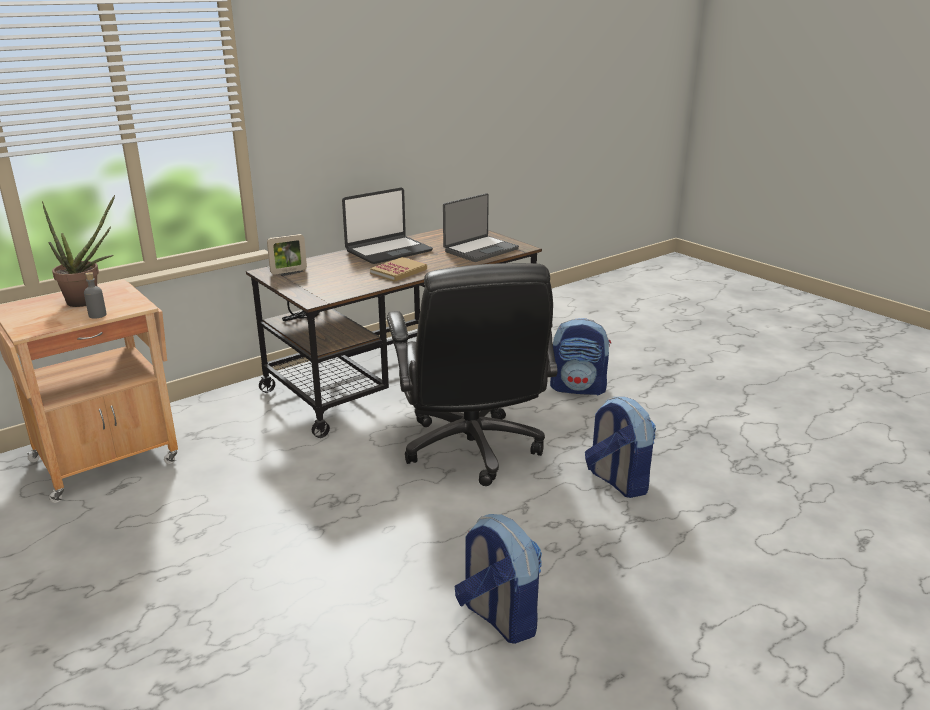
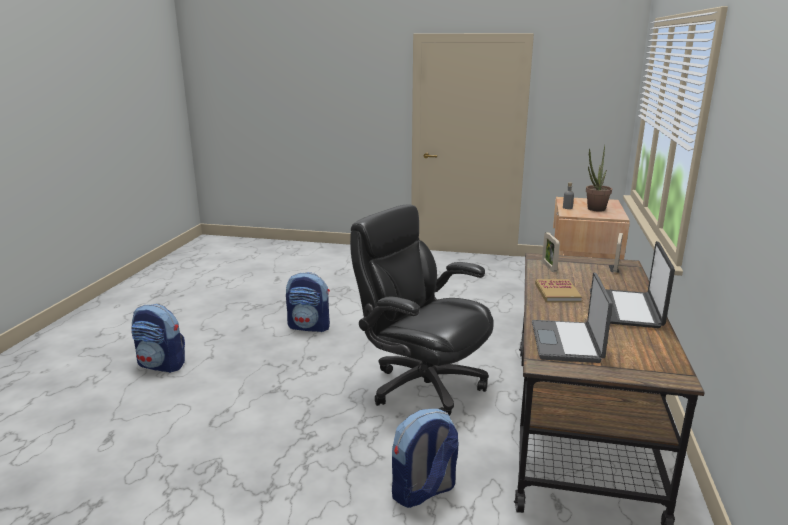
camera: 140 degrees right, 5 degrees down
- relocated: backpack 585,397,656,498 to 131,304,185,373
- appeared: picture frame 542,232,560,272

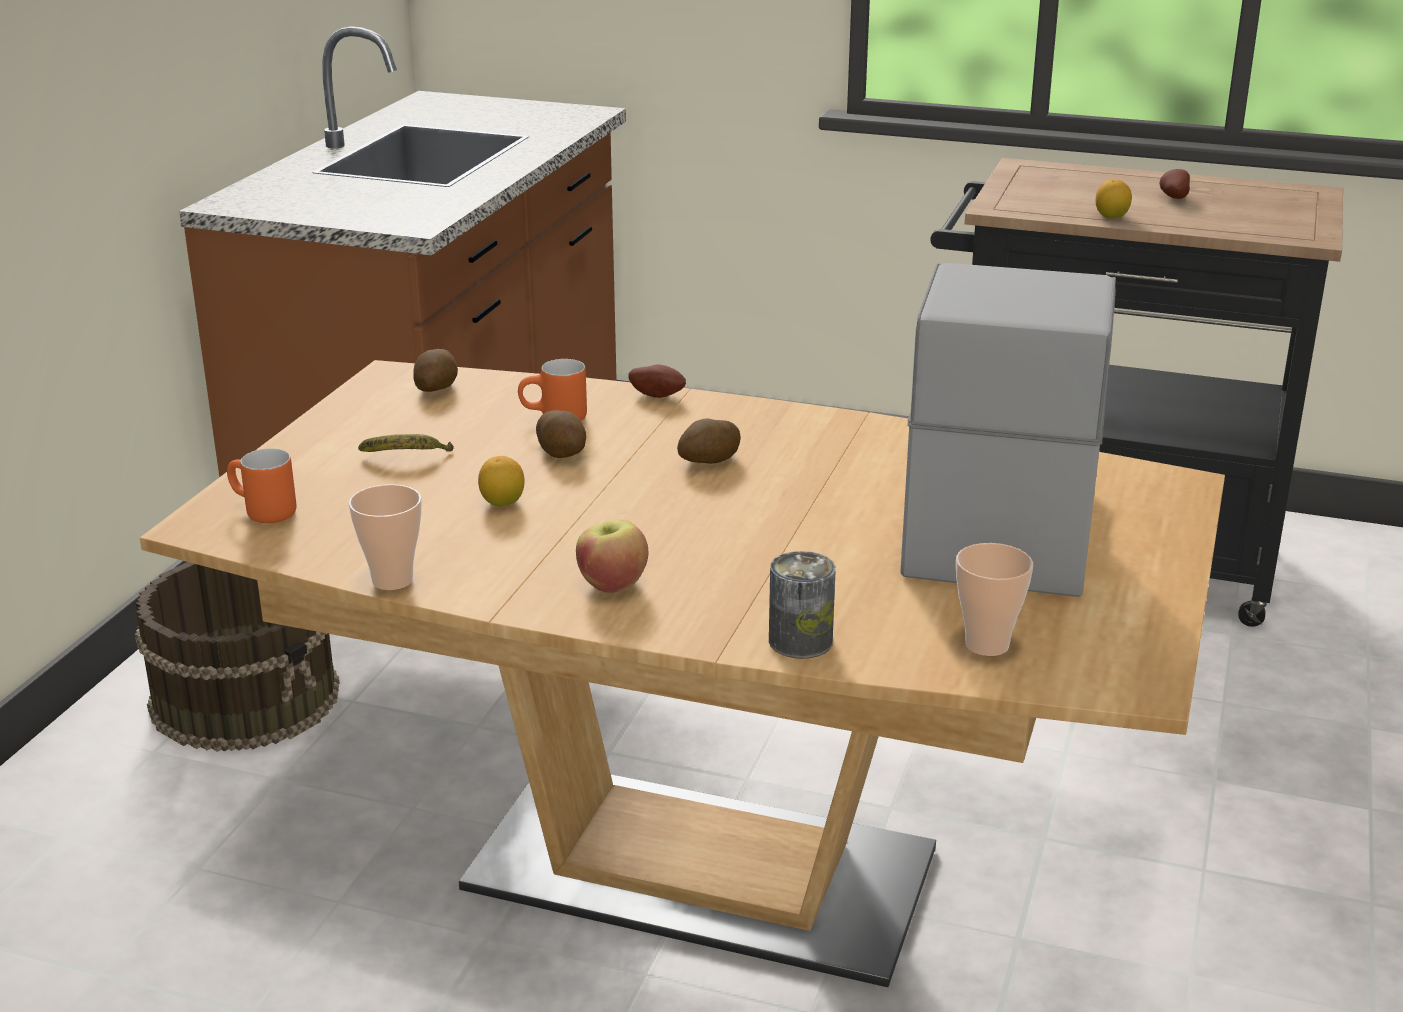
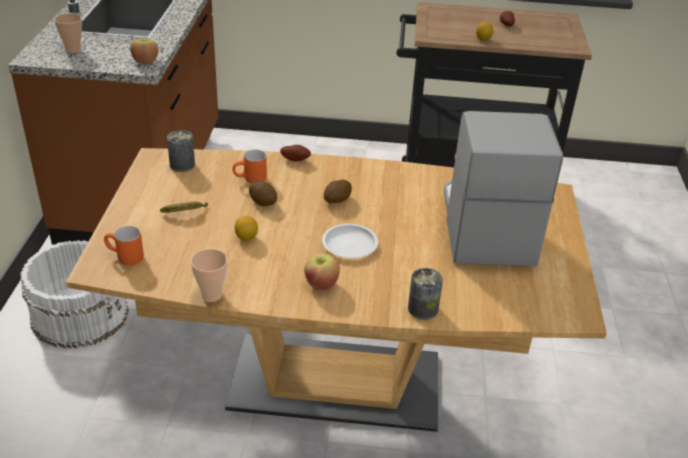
camera: 15 degrees left, 10 degrees up
- colour: bucket (brown) 135,562,340,752 to bucket (white) 20,240,129,349
- relocated: cup 956,543,1033,656 to 54,13,82,53
- appeared: apple 130,38,159,65
- exchanged: potato 413,349,458,392 to can 167,130,195,172
- appeared: plate (white) 322,224,378,258

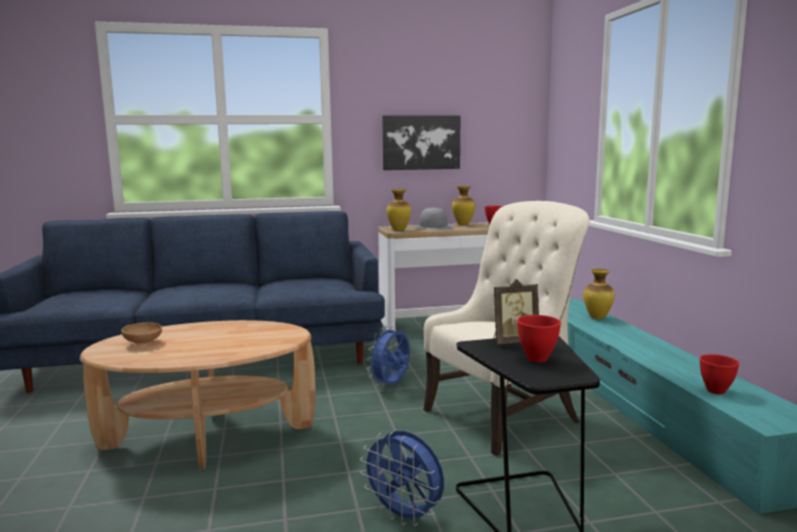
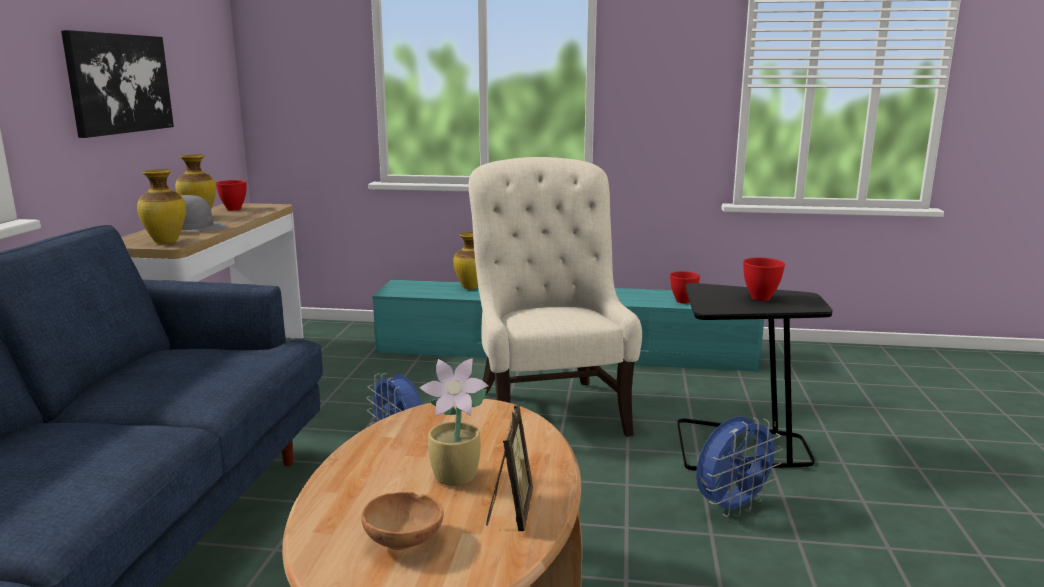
camera: 70 degrees left, 5 degrees up
- appeared: potted plant 419,359,489,486
- relocated: picture frame 494,279,539,344 to 486,405,533,531

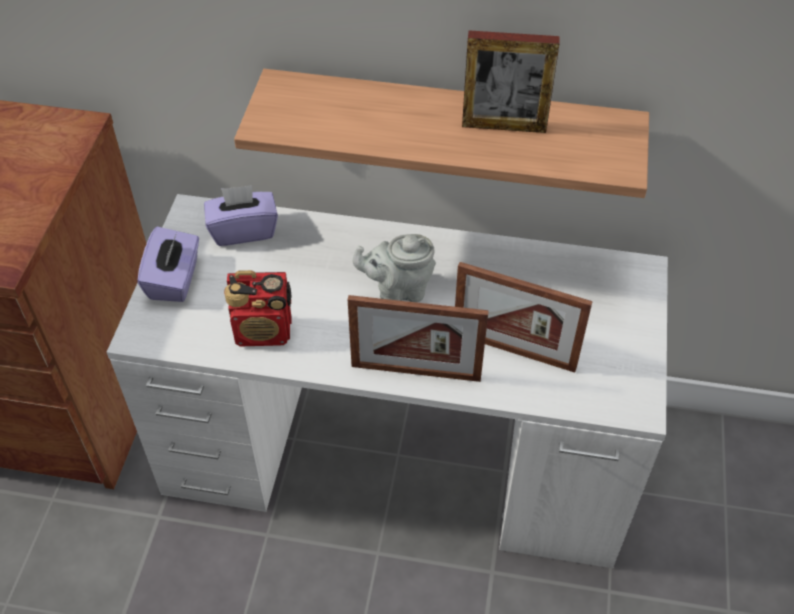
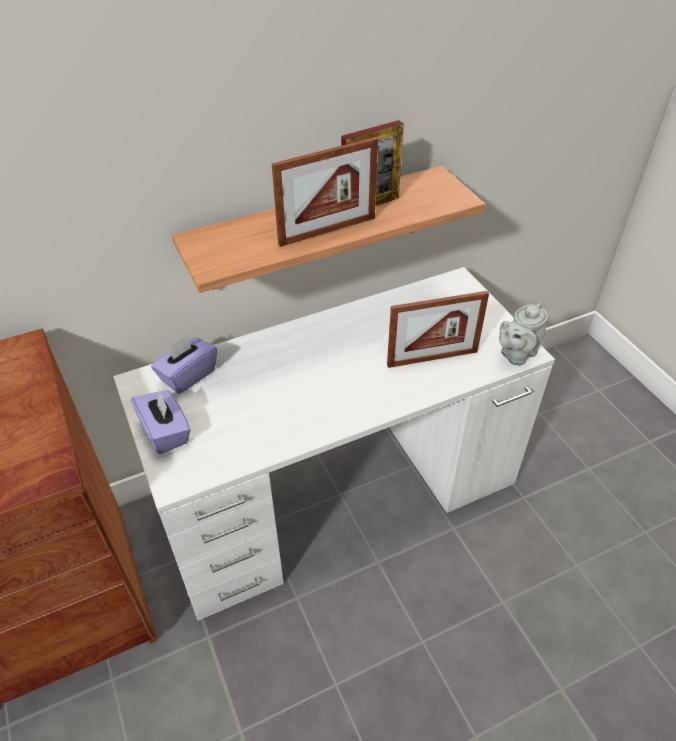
camera: 35 degrees left, 5 degrees down
- relocated: picture frame 348,295,489,382 to 272,137,378,247
- relocated: teapot (grey) 352,234,436,302 to 499,303,548,365
- missing: radio 224,270,292,347

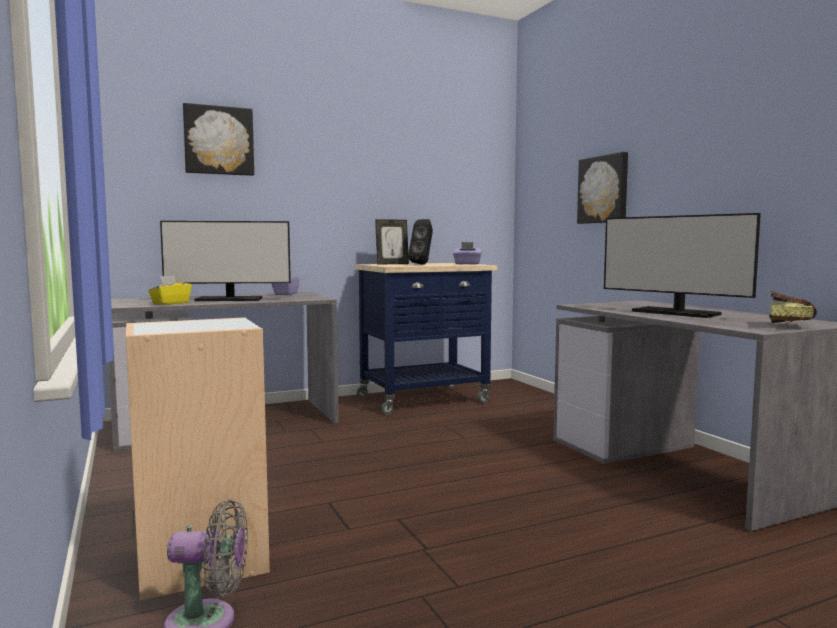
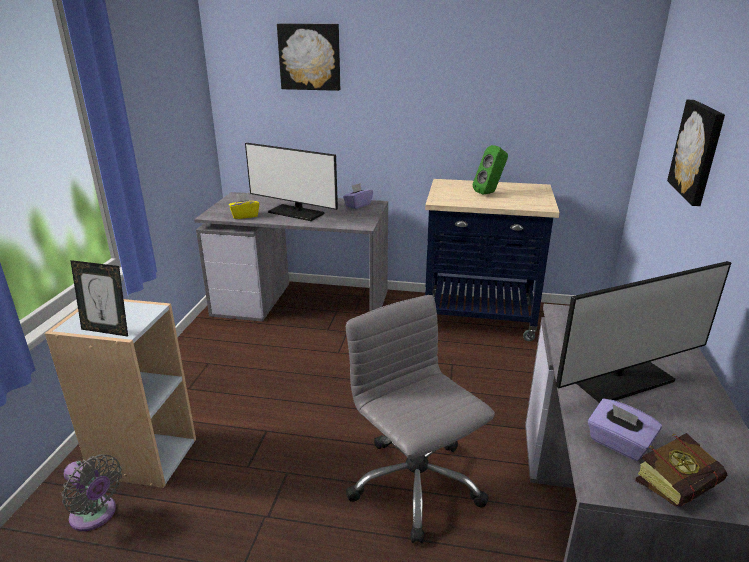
camera: 35 degrees right, 20 degrees up
- relocated: picture frame 375,219,409,265 to 70,260,128,337
- appeared: office chair (grey) 346,295,495,543
- colour: speaker (black) 408,219,433,265 to speaker (green) 473,145,508,194
- spun: monitor 604,213,761,318 = 556,261,731,403 105 degrees counterclockwise
- relocated: tissue box (purple) 453,242,482,265 to 588,399,662,461

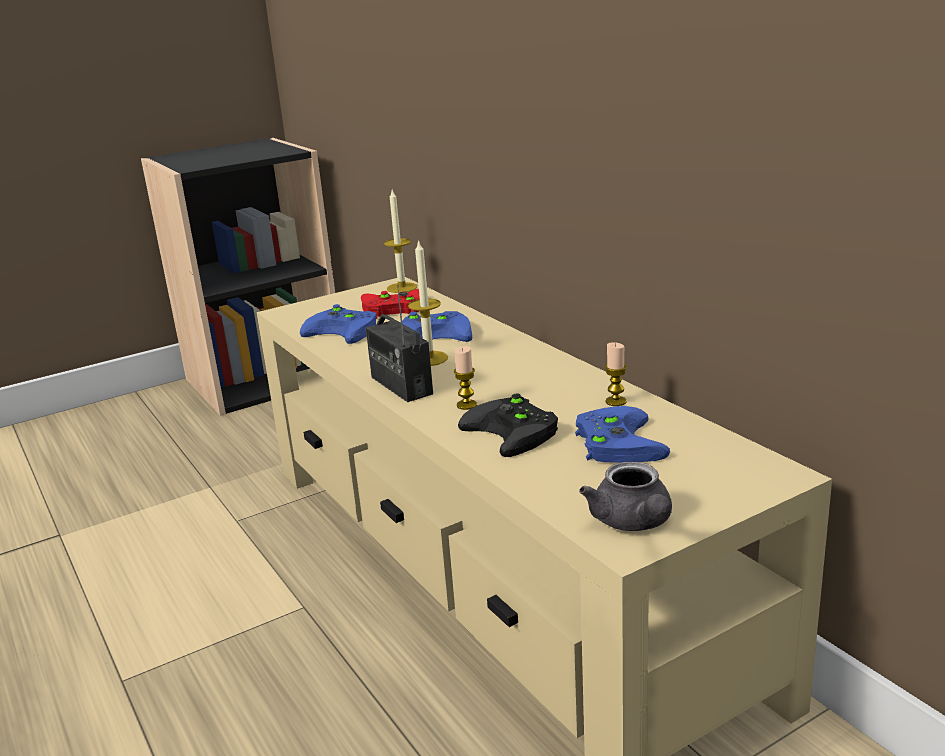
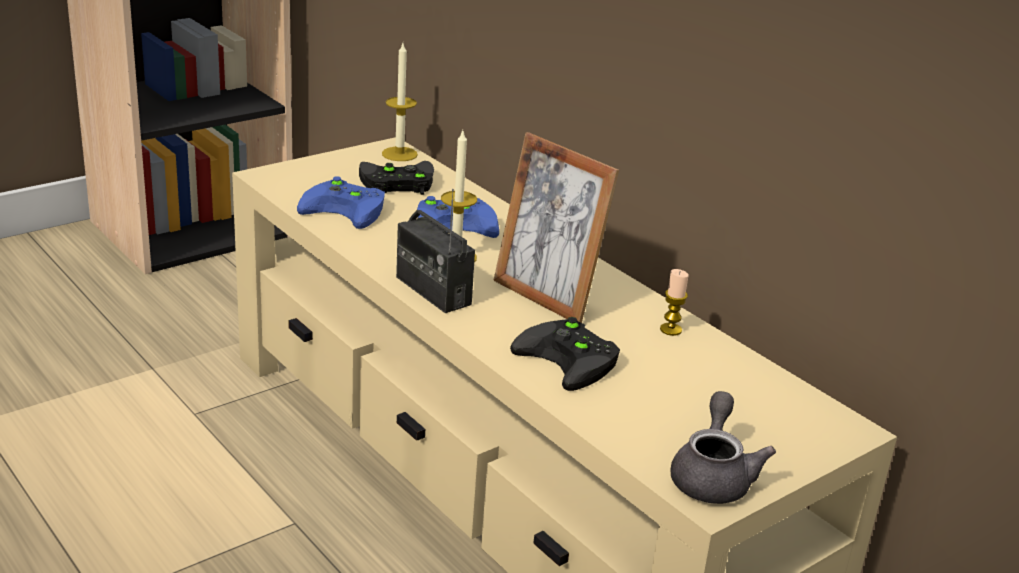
camera: 10 degrees left, 5 degrees up
- colour: game controller (red) 361,289,420,319 to game controller (black) 359,161,434,195
- appeared: picture frame 494,132,620,323
- spun: teapot (grey) 579,462,672,531 = 670,391,776,504 150 degrees counterclockwise
- missing: candle 454,346,477,410
- missing: game controller (blue) 575,406,670,463

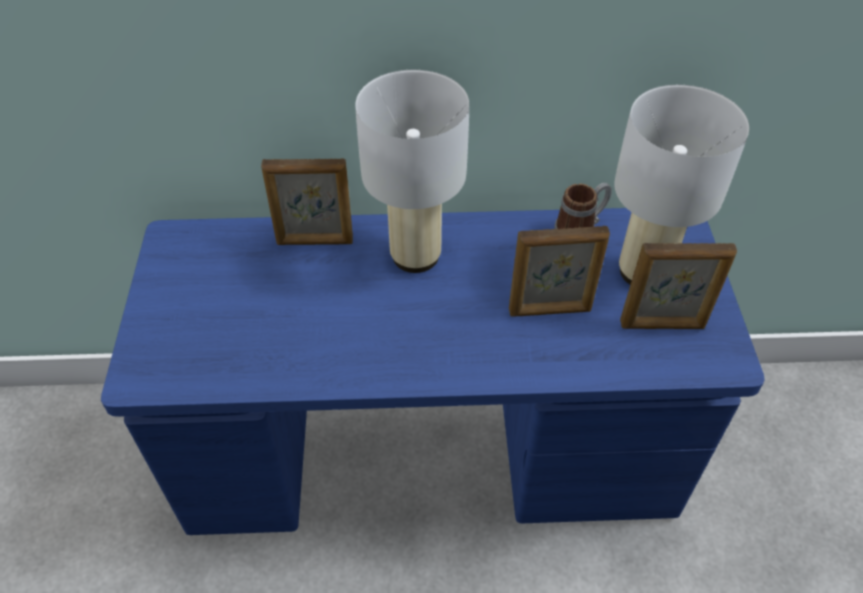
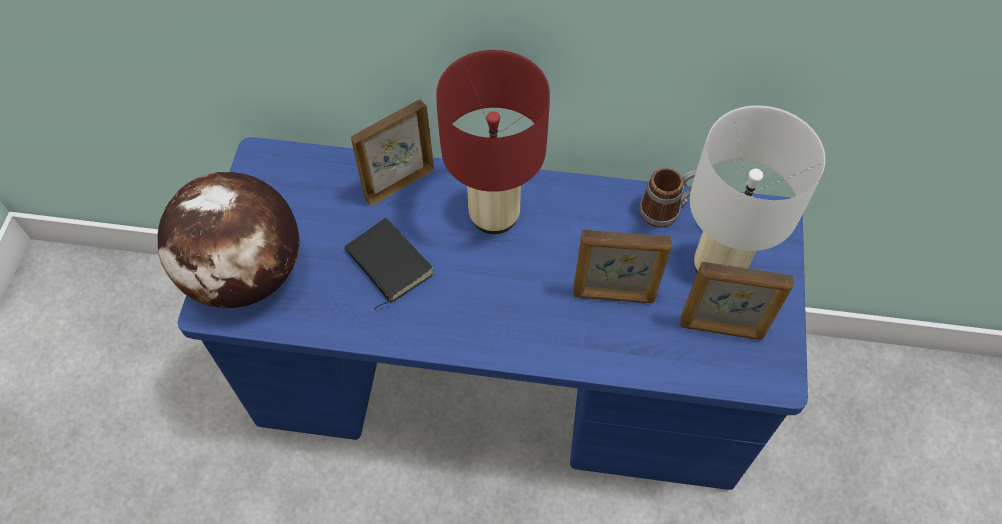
camera: 10 degrees right, 10 degrees up
- appeared: globe 158,172,300,309
- appeared: book (black) 345,218,434,310
- spun: picture frame 261,159,353,245 = 351,100,434,206 135 degrees clockwise
- colour: table lamp (white) 355,70,469,273 to table lamp (red) 436,50,550,234

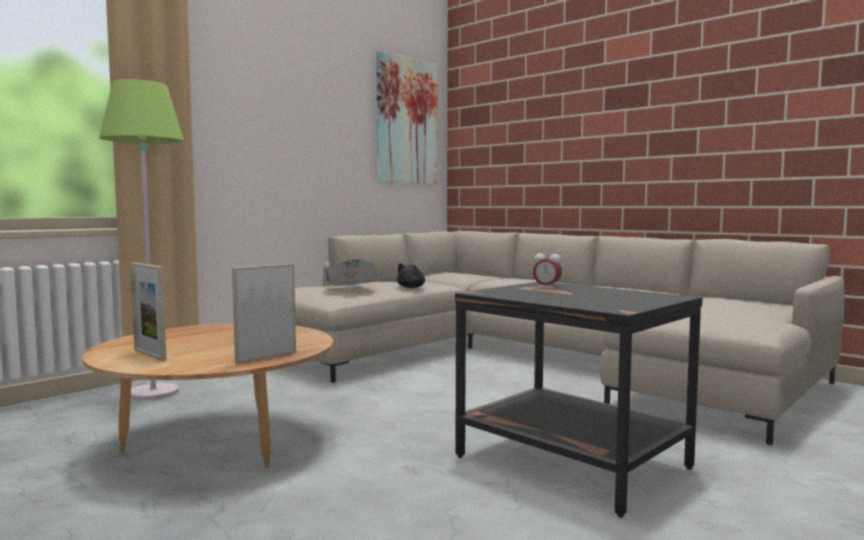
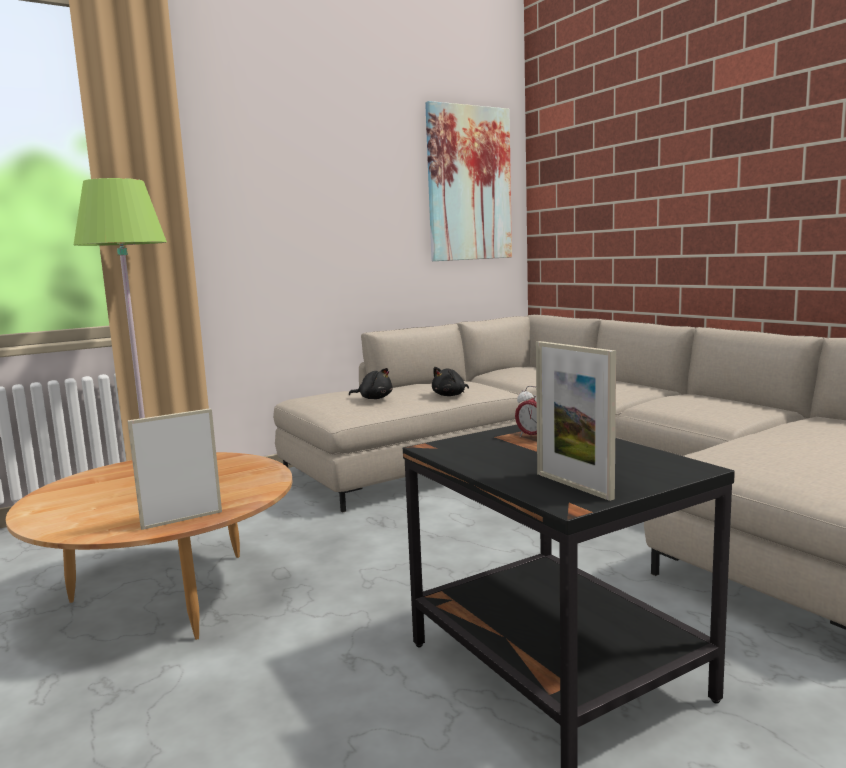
camera: 15 degrees right, 5 degrees up
- exchanged: newspaper 324,259,377,286 to plush toy (black) 349,368,393,399
- relocated: picture frame 131,263,167,361 to 536,341,616,501

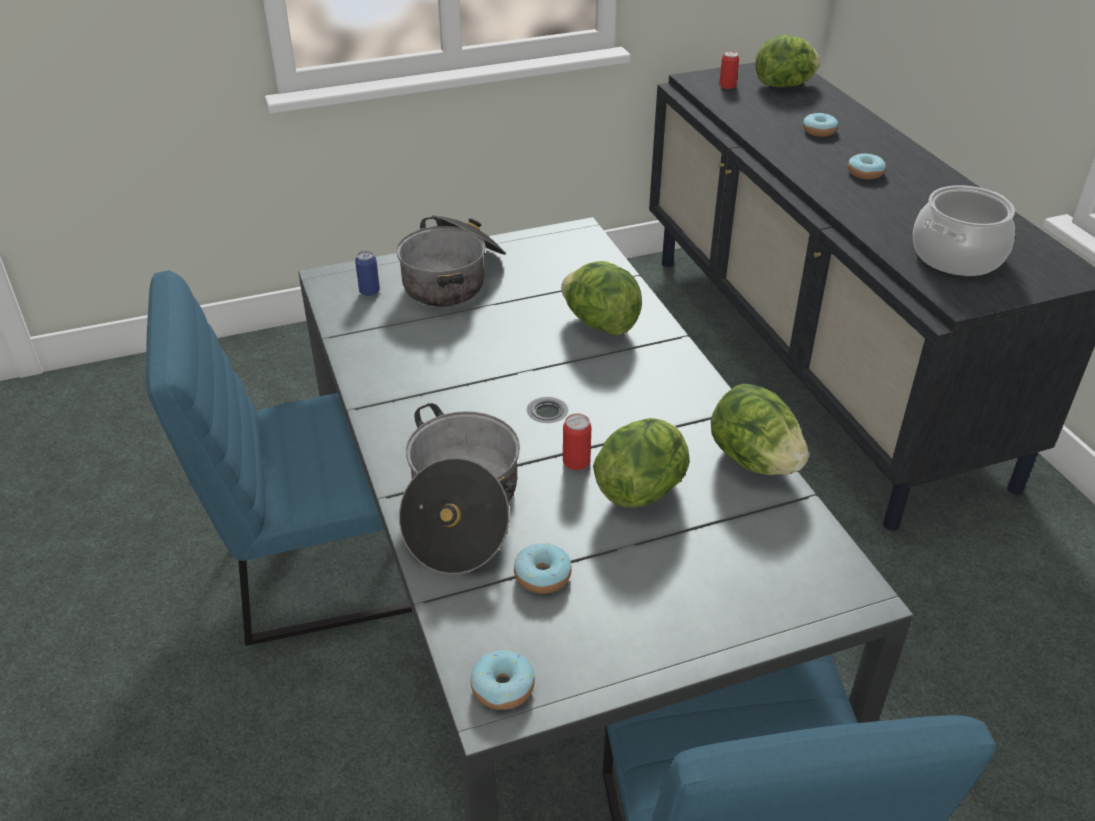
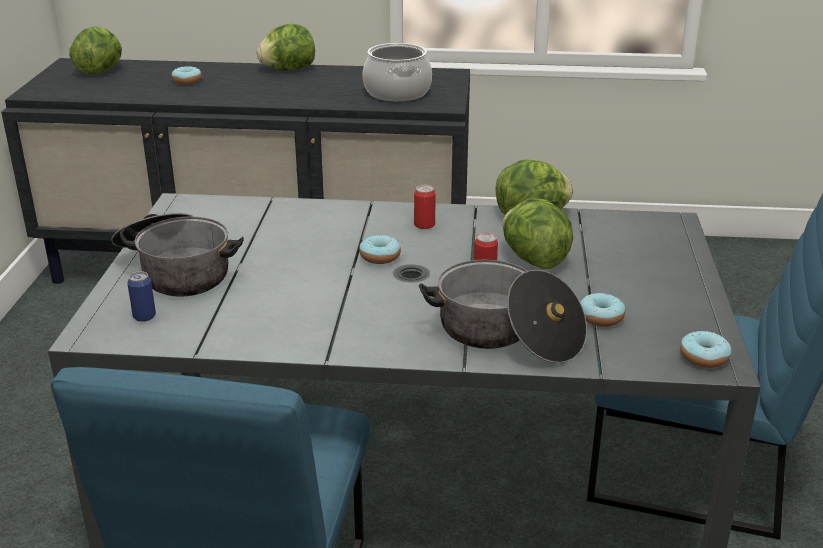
camera: 65 degrees left, 10 degrees down
- relocated: lettuce 561,261,642,336 to 257,24,315,70
- relocated: donut 848,153,886,179 to 359,235,401,264
- relocated: can 719,51,739,89 to 414,185,436,229

